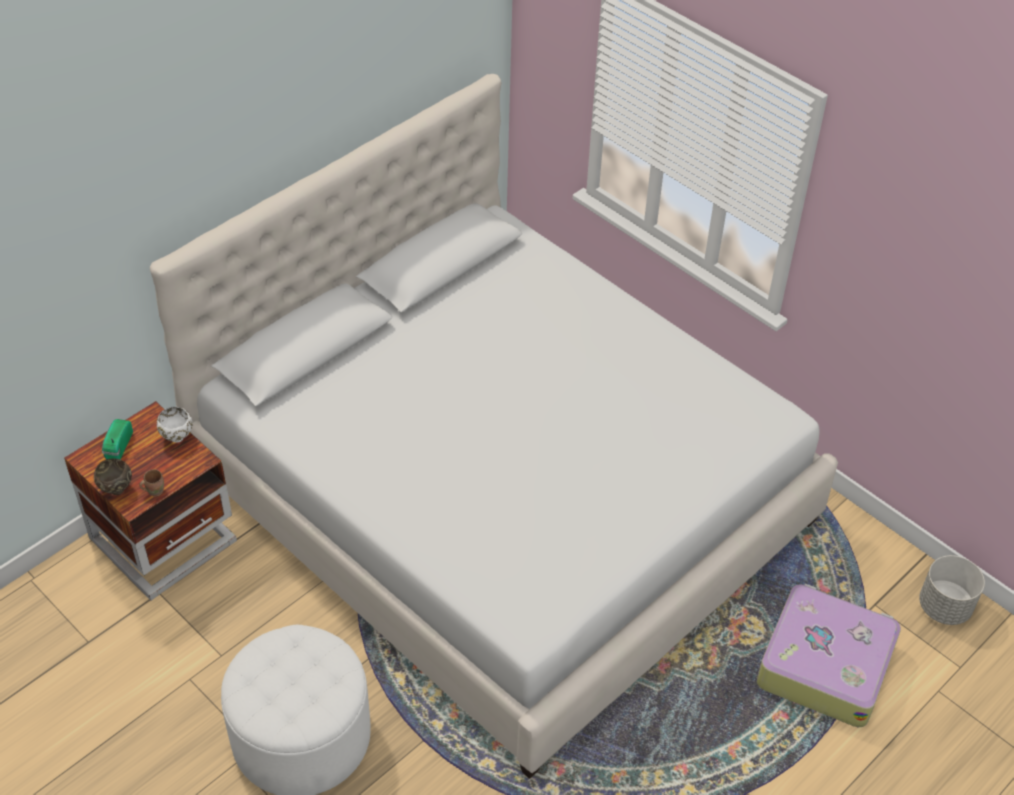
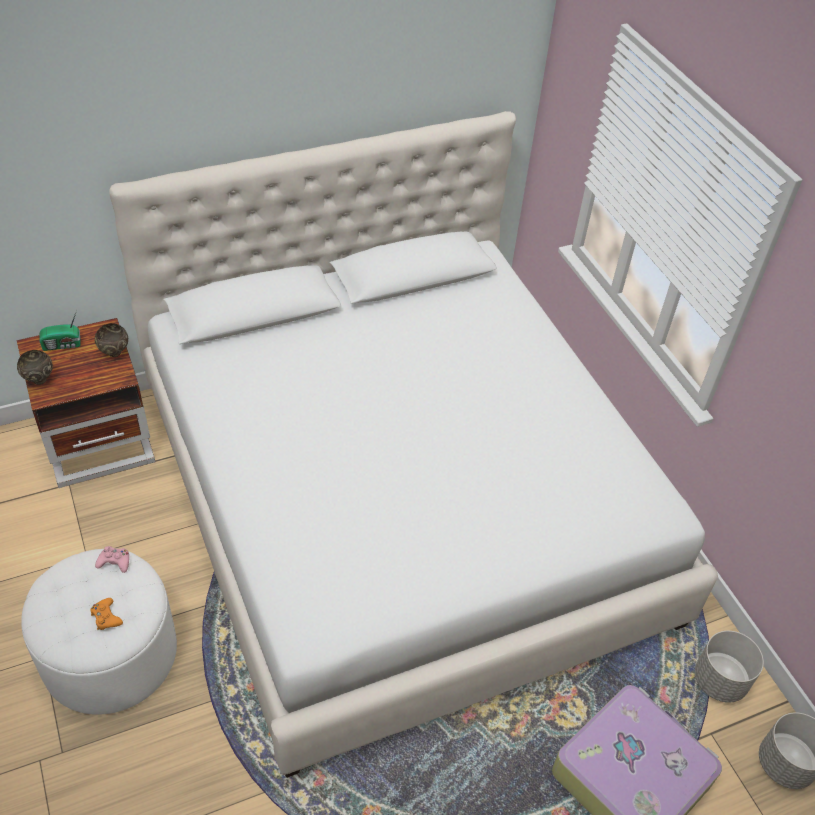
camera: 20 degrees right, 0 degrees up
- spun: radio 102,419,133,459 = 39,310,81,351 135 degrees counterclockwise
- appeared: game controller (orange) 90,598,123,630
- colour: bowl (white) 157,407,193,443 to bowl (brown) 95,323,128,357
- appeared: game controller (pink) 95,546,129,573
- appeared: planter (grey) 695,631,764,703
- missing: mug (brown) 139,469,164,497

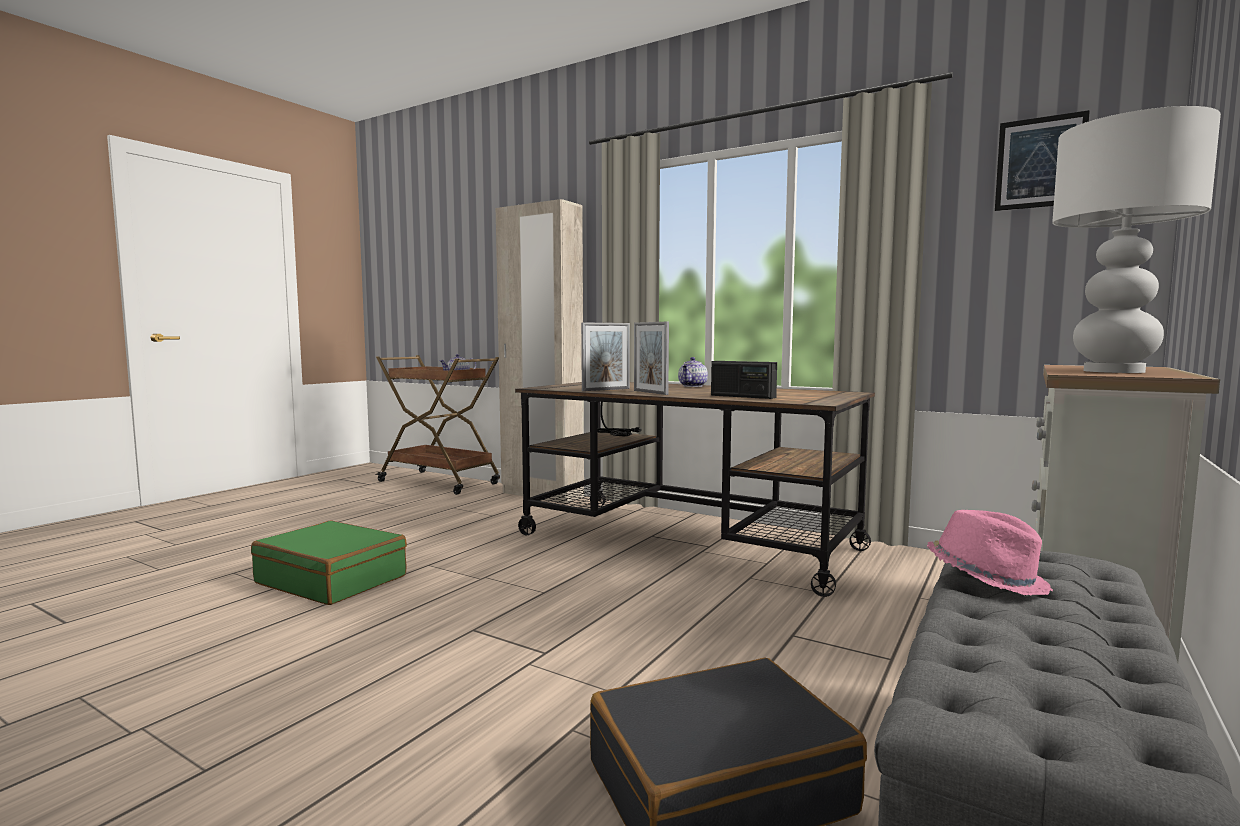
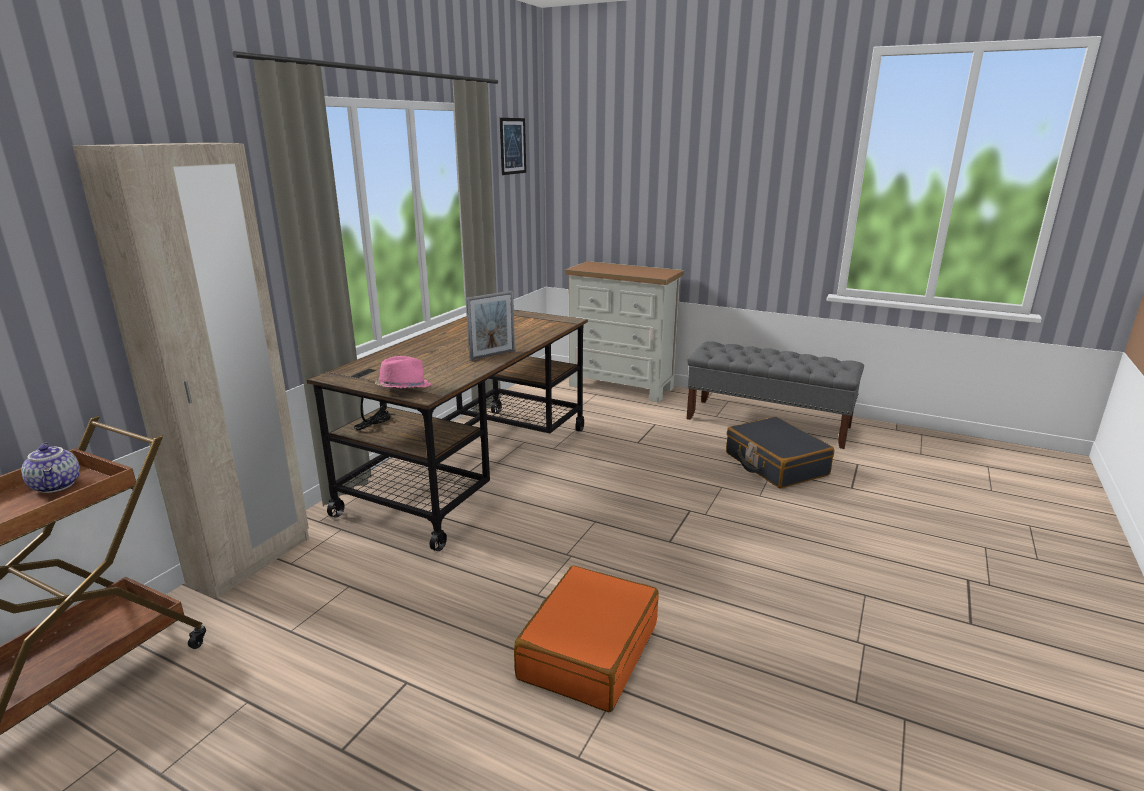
camera: 95 degrees left, 15 degrees up
- relocated: hat (pink) 927,510,1053,595 to 375,356,432,389
- colour: suitcase (green) 251,521,407,605 to suitcase (orange) 514,565,659,712
- missing: picture frame 581,322,630,391
- missing: teapot 678,357,708,387
- missing: radio 711,361,777,399
- missing: table lamp (white) 1052,106,1221,373

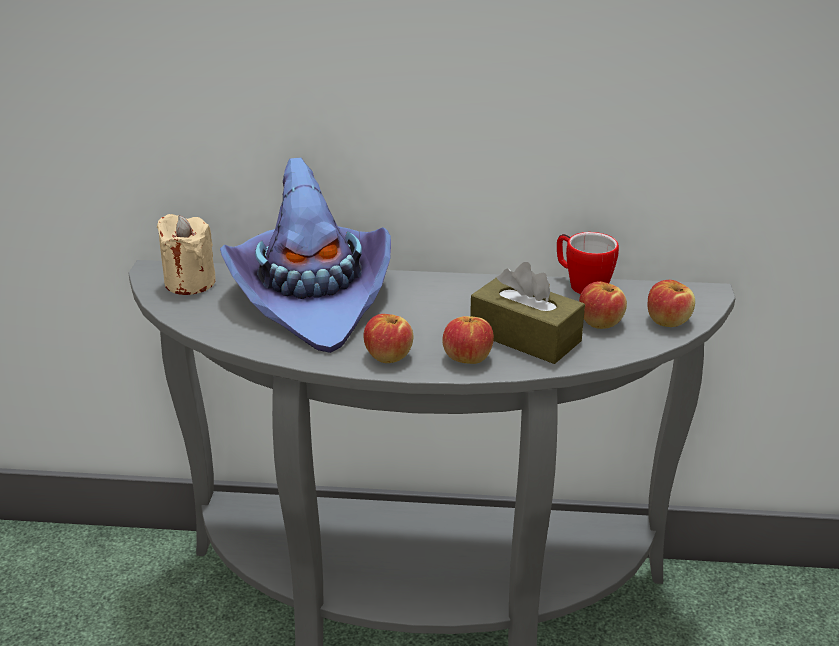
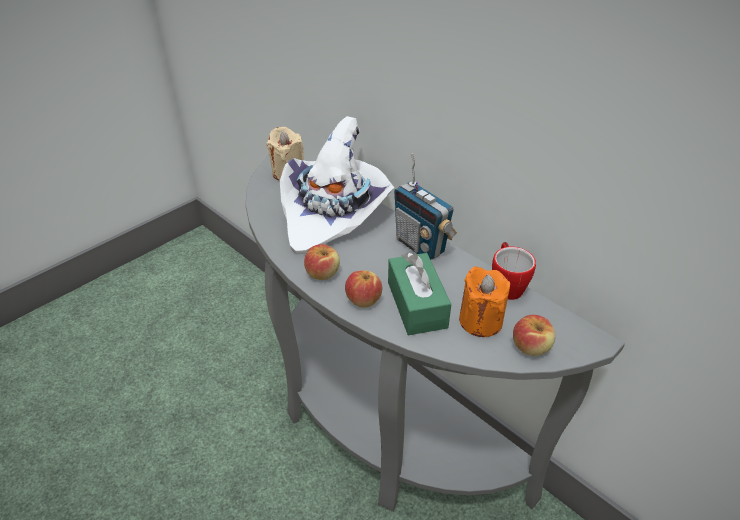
camera: 40 degrees right, 10 degrees up
- colour: hat (purple) 220,158,391,353 to hat (white) 280,116,394,254
- colour: tissue box (brown) 470,262,585,364 to tissue box (green) 388,253,451,335
- appeared: radio 394,153,457,260
- exchanged: apple 579,281,627,329 to candle (orange) 459,266,510,337

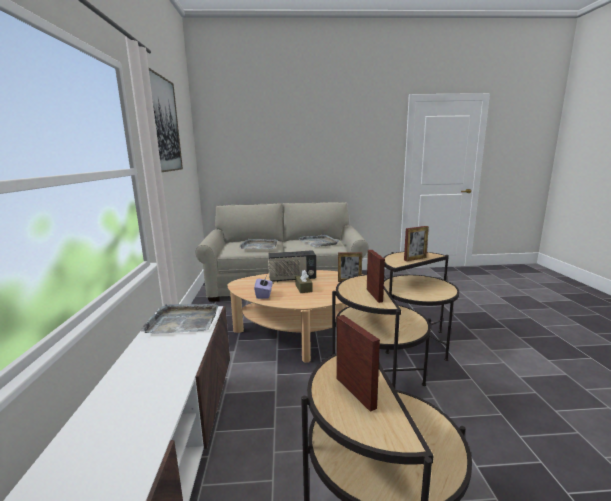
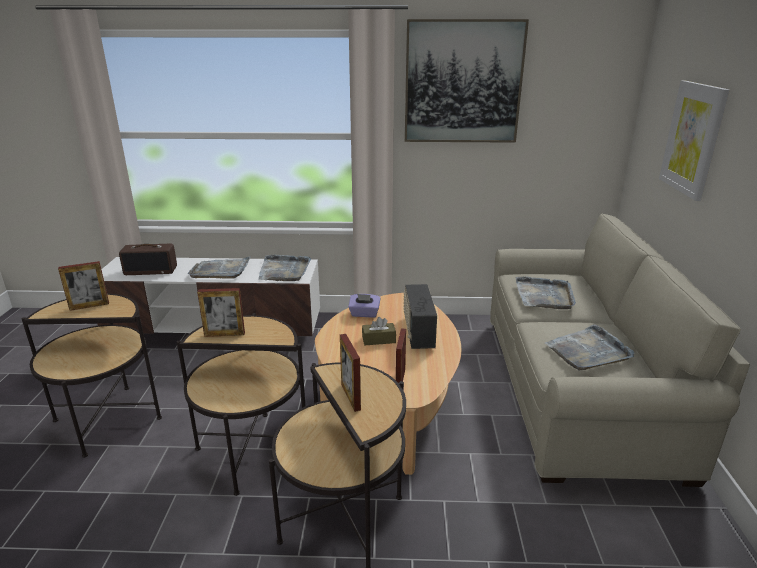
camera: 95 degrees right, 10 degrees up
- appeared: radio 119,244,177,275
- appeared: tray (grey) 188,256,251,279
- appeared: picture 659,81,730,201

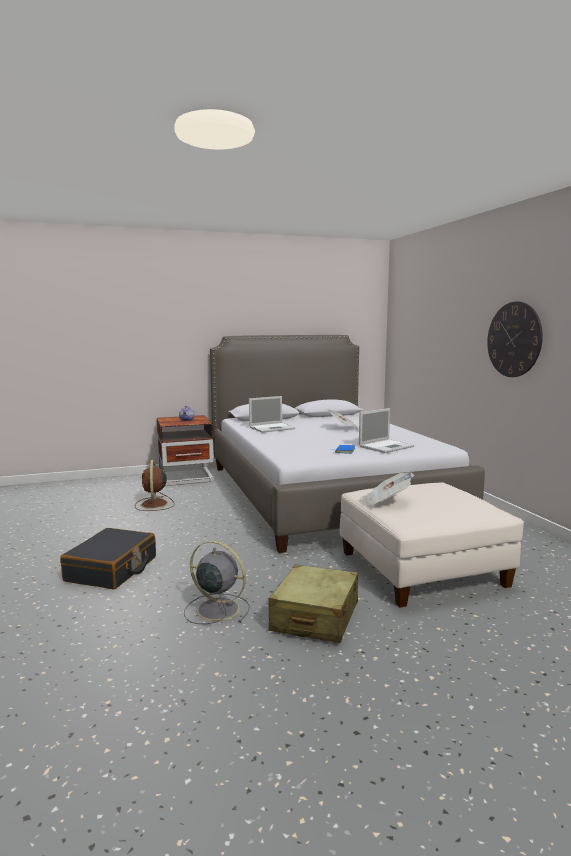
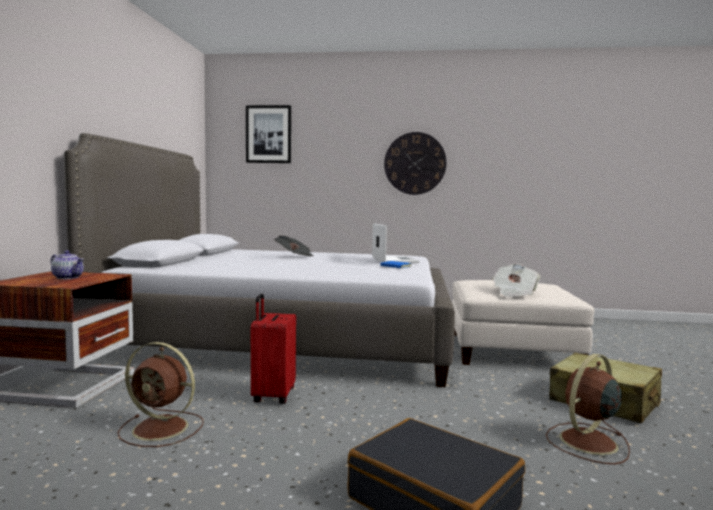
camera: 65 degrees left, 5 degrees down
- appeared: picture 246,105,291,163
- appeared: suitcase (red) 251,294,296,404
- colour: fan (grey) 184,541,250,624 to fan (brown) 546,354,630,464
- missing: laptop 249,396,295,433

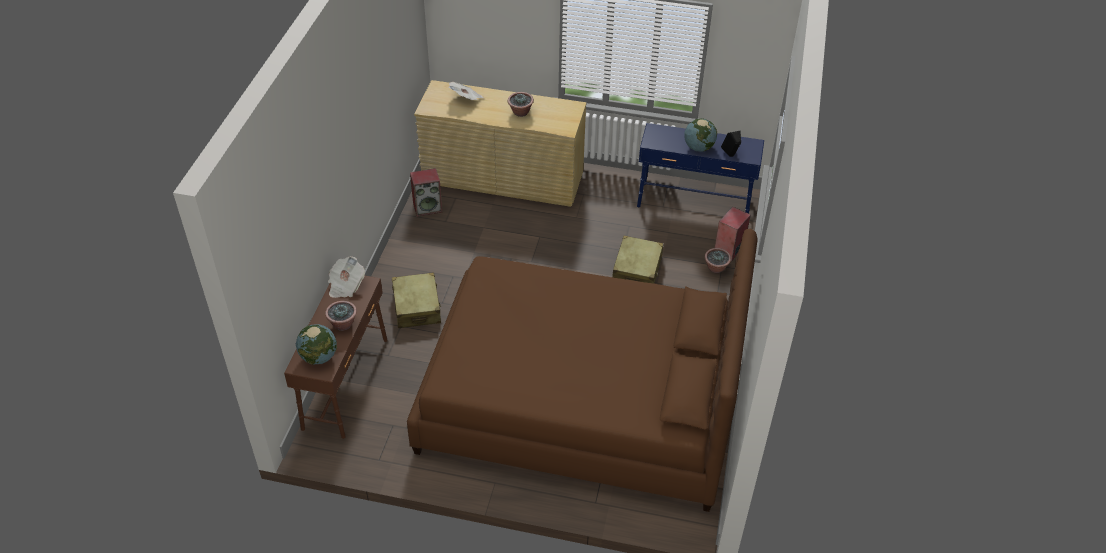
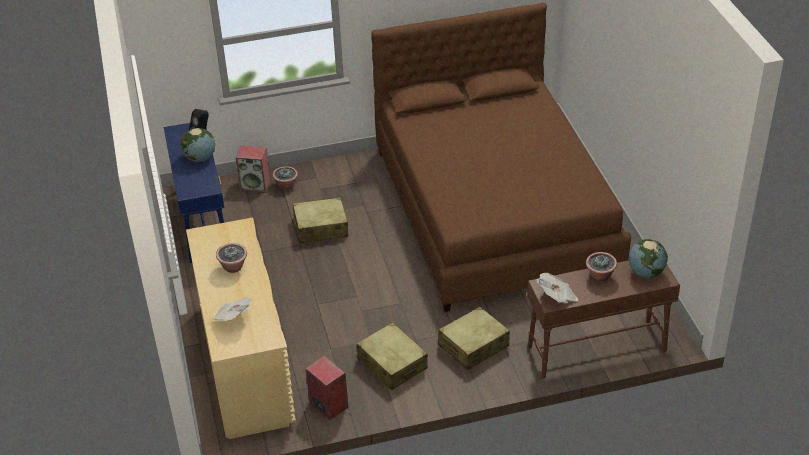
camera: 115 degrees left, 5 degrees down
- appeared: suitcase (beige) 357,322,428,390

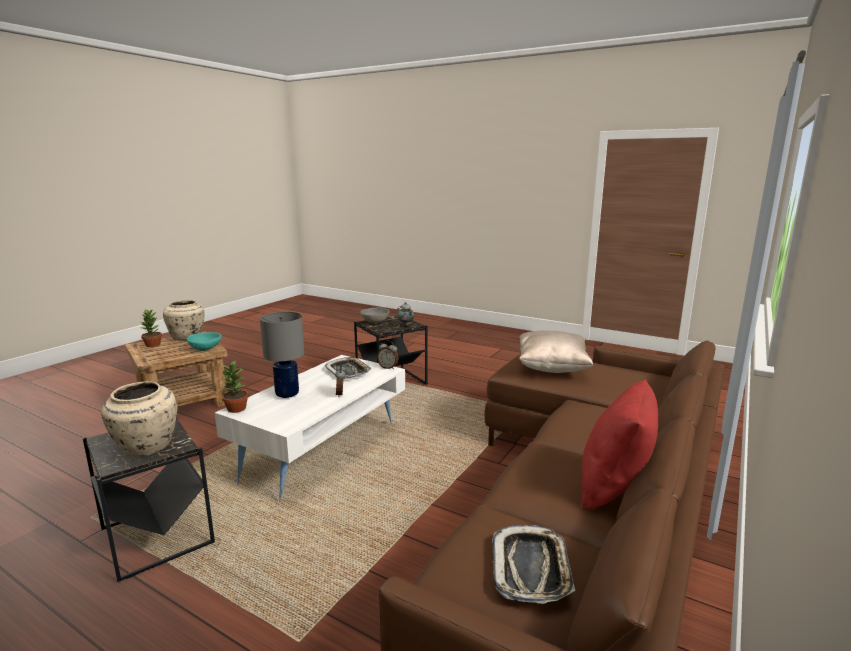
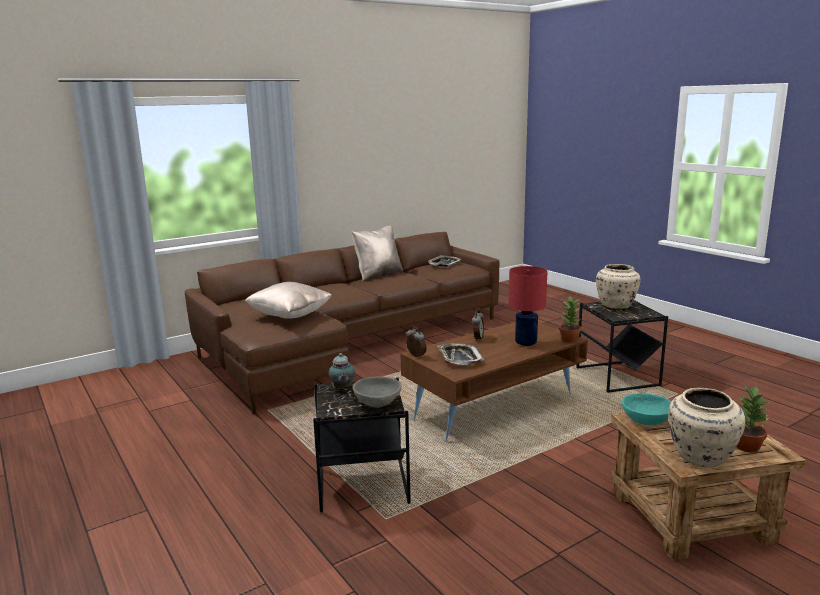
camera: 155 degrees left, 0 degrees up
- colour: pillow (red) 582,379,658,510 to pillow (beige) 352,225,403,281
- colour: coffee table (white) 215,355,405,503 to coffee table (brown) 400,322,588,442
- colour: table lamp (grey) 260,312,304,398 to table lamp (red) 509,266,547,346

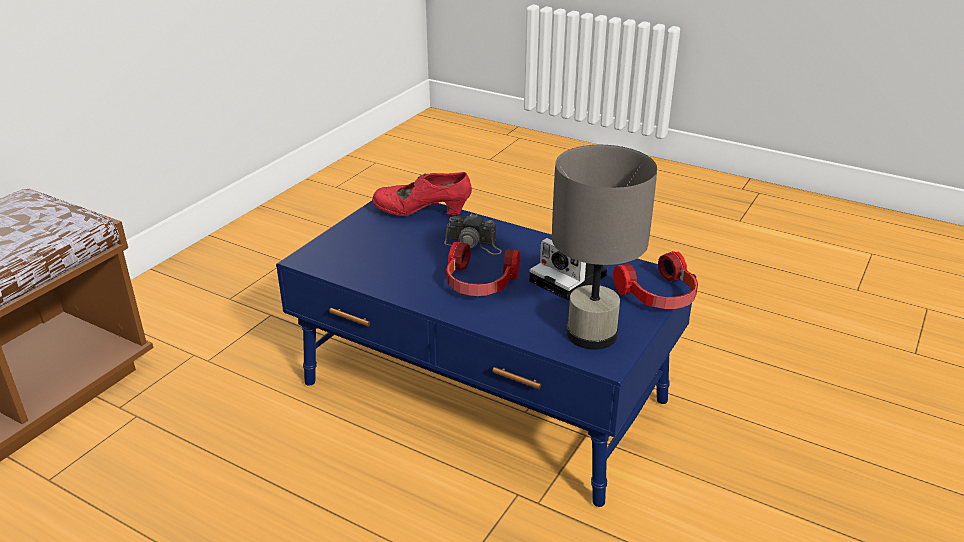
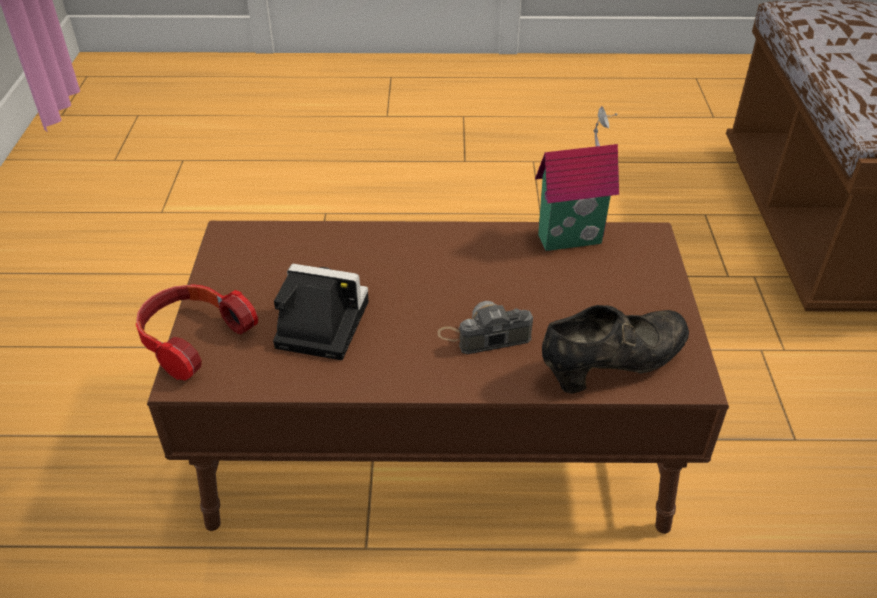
camera: 150 degrees right, 10 degrees up
- colour: coffee table (blue) 276,201,696,507 to coffee table (brown) 147,221,729,534
- appeared: toy house 535,106,619,251
- colour: shoe (red) 372,172,472,216 to shoe (black) 542,305,689,394
- missing: headphones 447,242,520,296
- missing: table lamp (grey) 552,145,657,350

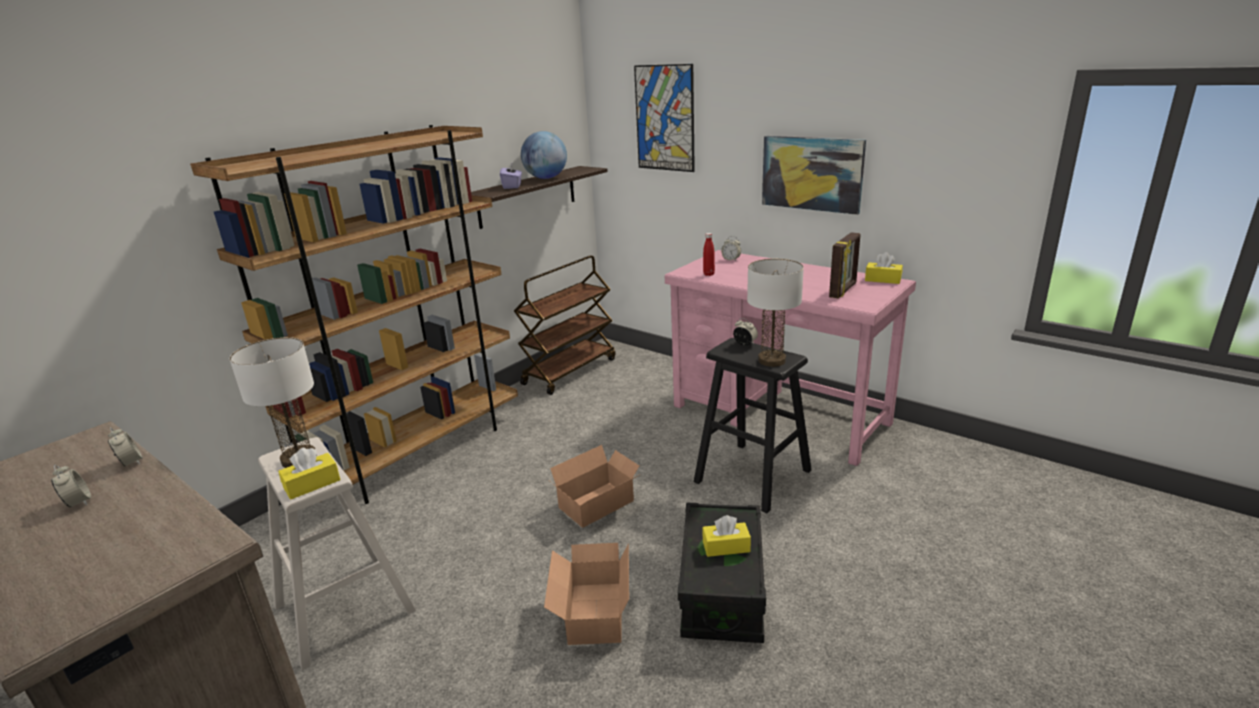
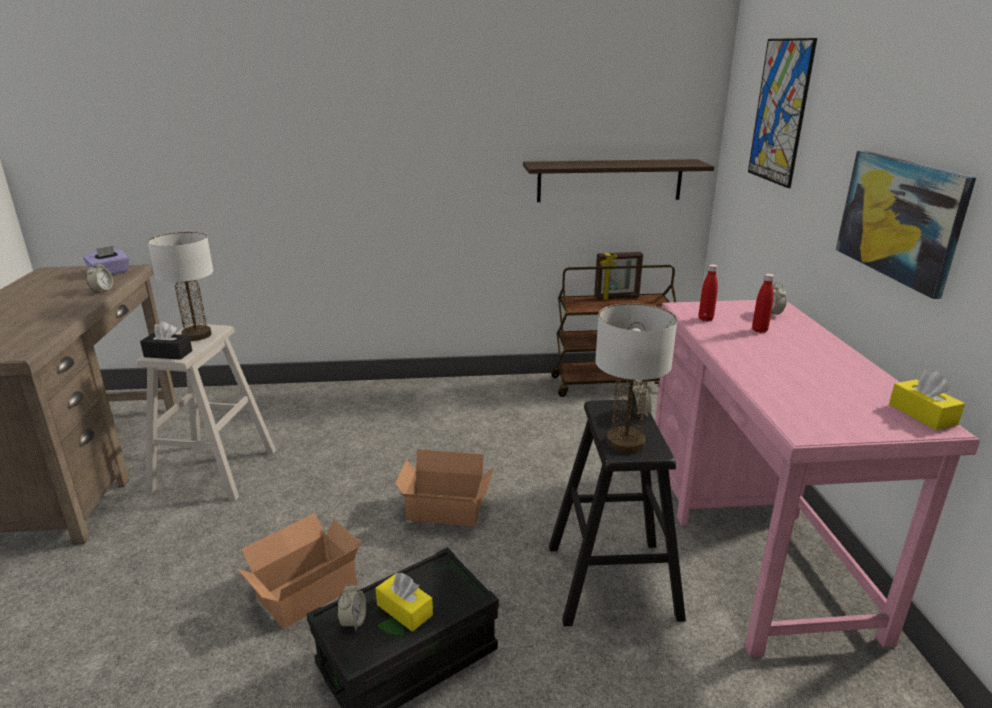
camera: 45 degrees right, 0 degrees up
- relocated: tissue box (purple) 500,162,522,189 to 83,246,129,275
- colour: tissue box (yellow) 278,448,340,500 to tissue box (black) 140,322,193,360
- relocated: alarm clock 51,465,91,507 to 337,583,366,631
- relocated: picture frame 829,232,860,299 to 594,252,643,300
- appeared: bottle (red) 752,274,774,333
- missing: bookcase (brown) 190,125,518,504
- missing: globe 521,131,567,179

